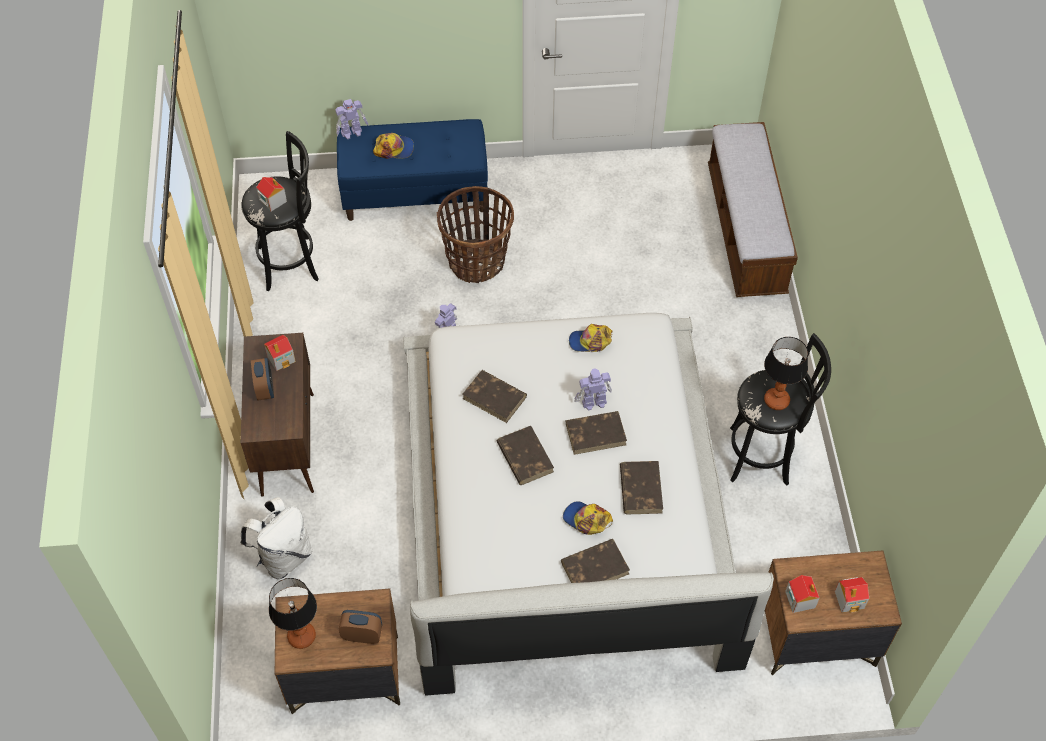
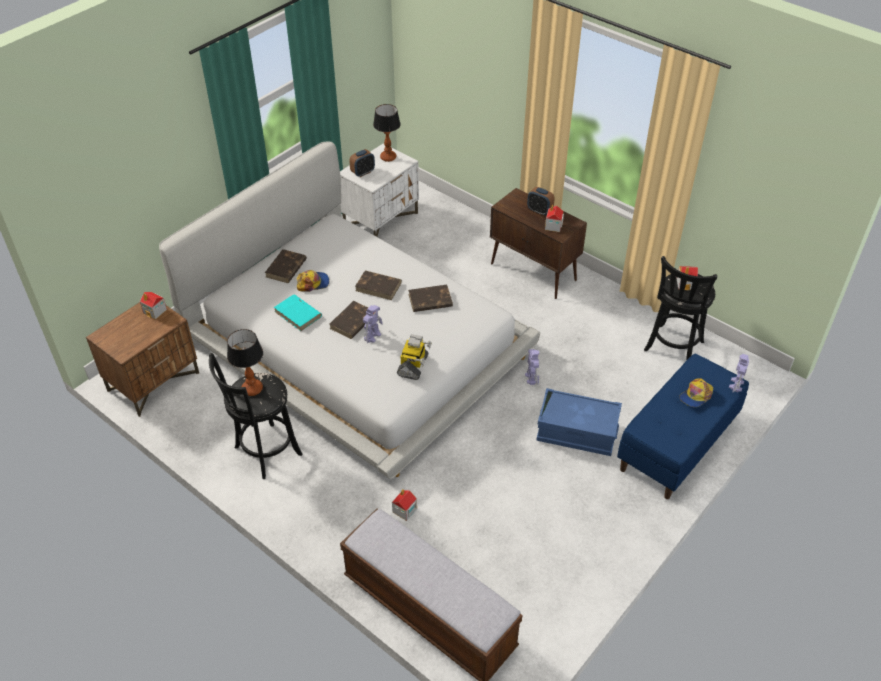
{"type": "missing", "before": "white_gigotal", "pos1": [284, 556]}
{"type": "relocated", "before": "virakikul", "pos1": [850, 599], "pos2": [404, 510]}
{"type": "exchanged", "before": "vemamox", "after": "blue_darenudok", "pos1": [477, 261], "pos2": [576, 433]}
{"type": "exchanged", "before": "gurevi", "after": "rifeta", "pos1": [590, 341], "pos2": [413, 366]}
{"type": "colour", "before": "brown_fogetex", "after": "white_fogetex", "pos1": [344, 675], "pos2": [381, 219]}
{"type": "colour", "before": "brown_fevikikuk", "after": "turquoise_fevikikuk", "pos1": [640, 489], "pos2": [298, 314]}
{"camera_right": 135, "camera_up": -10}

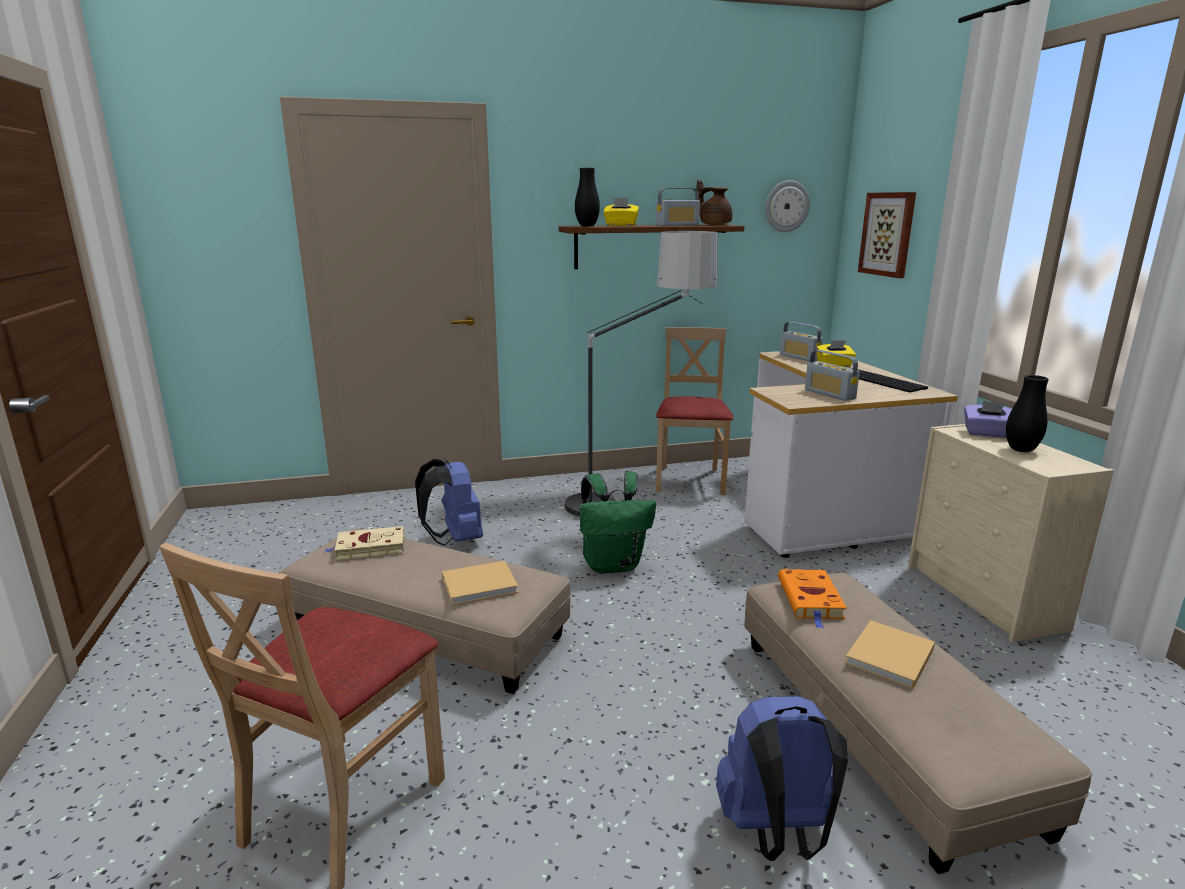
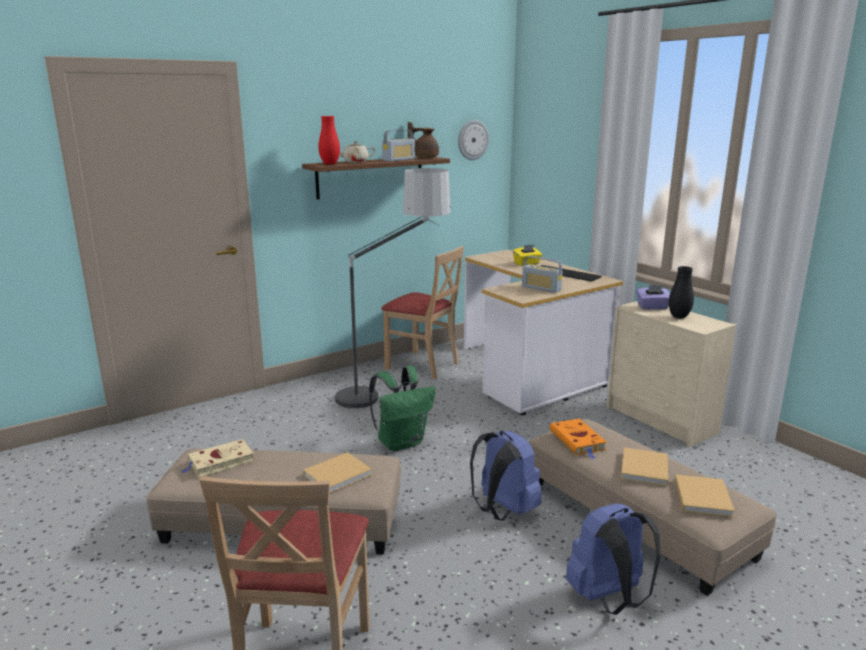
{"type": "missing", "before": "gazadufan", "pos1": [799, 357]}
{"type": "missing", "before": "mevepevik", "pos1": [888, 234]}
{"type": "appeared", "after": "beige_fevikikuk", "pos2": [702, 496]}
{"type": "relocated", "before": "blue_gigotal", "pos1": [455, 539], "pos2": [503, 510]}
{"type": "exchanged", "before": "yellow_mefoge", "after": "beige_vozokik", "pos1": [621, 225], "pos2": [355, 162]}
{"type": "colour", "before": "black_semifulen", "after": "red_semifulen", "pos1": [587, 226], "pos2": [330, 164]}
{"type": "spun", "before": "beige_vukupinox", "pos1": [690, 480], "pos2": [422, 365], "turn": 135}
{"camera_right": -20, "camera_up": 0}

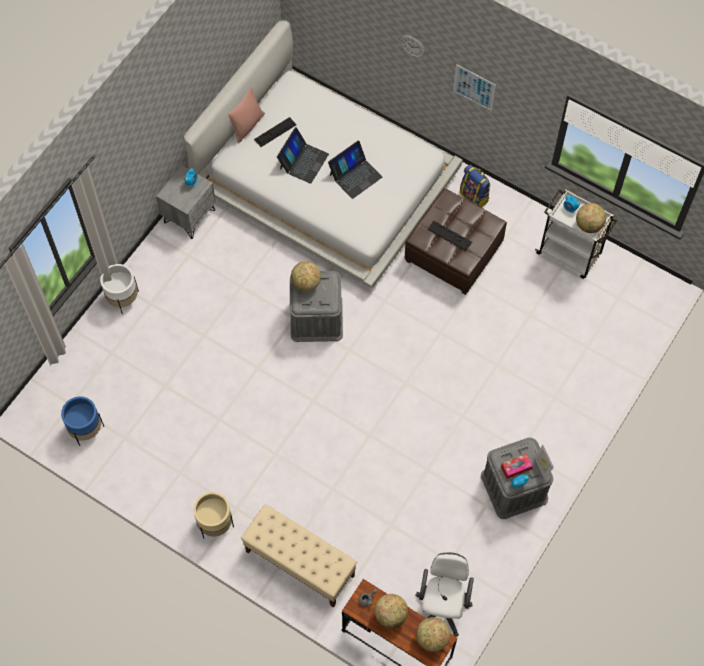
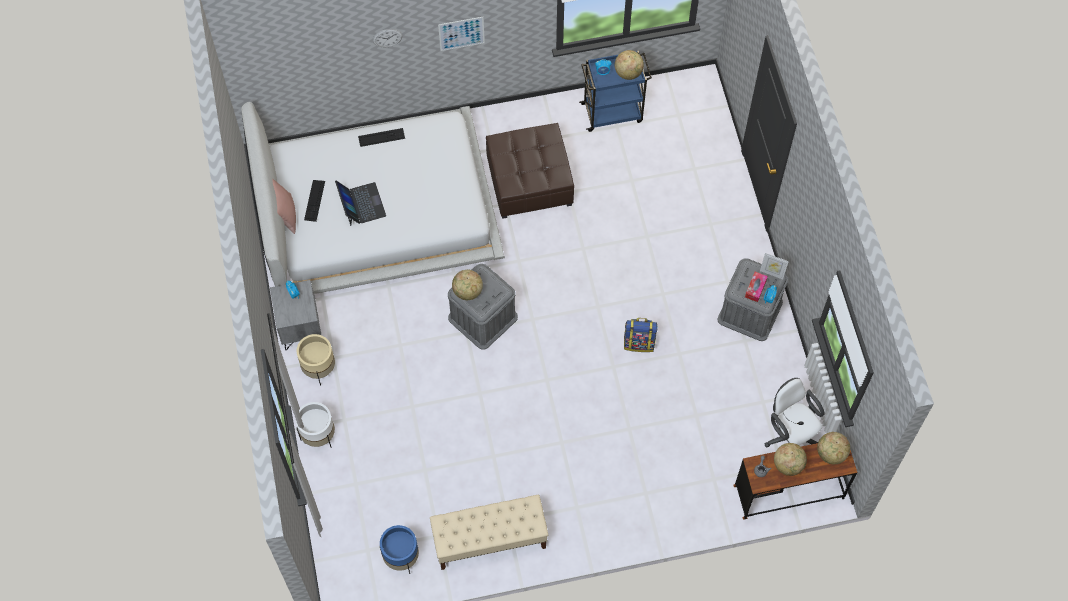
{"type": "missing", "before": "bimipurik", "pos1": [355, 175]}
{"type": "relocated", "before": "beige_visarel", "pos1": [215, 524], "pos2": [319, 368]}
{"type": "relocated", "before": "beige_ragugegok", "pos1": [299, 563], "pos2": [489, 540]}
{"type": "relocated", "before": "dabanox", "pos1": [449, 236], "pos2": [381, 137]}
{"type": "relocated", "before": "gigotal", "pos1": [474, 196], "pos2": [639, 342]}
{"type": "colour", "before": "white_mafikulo", "after": "blue_mafikulo", "pos1": [570, 254], "pos2": [613, 112]}
{"camera_right": -45, "camera_up": 0}

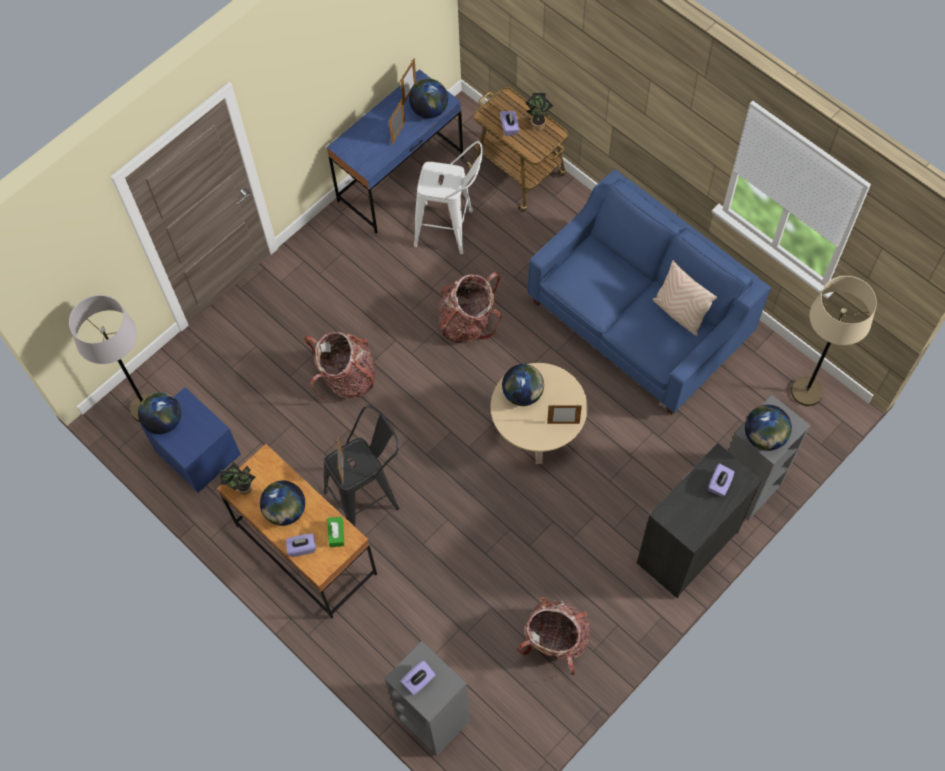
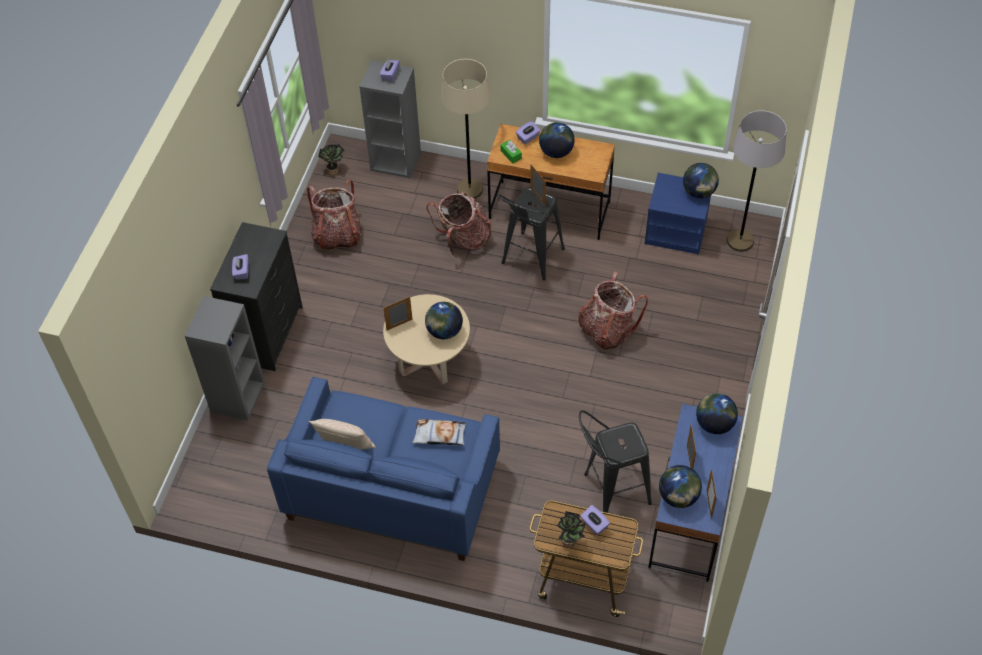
{"type": "appeared", "after": "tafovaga", "pos2": [439, 435]}
{"type": "relocated", "before": "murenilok", "pos1": [243, 489], "pos2": [334, 170]}
{"type": "relocated", "before": "gigotal", "pos1": [468, 322], "pos2": [463, 239]}
{"type": "relocated", "before": "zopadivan", "pos1": [764, 437], "pos2": [714, 424]}
{"type": "relocated", "before": "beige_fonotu", "pos1": [806, 392], "pos2": [469, 189]}
{"type": "colour", "before": "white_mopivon", "after": "black_mopivon", "pos1": [451, 230], "pos2": [610, 491]}
{"camera_right": 150, "camera_up": -10}

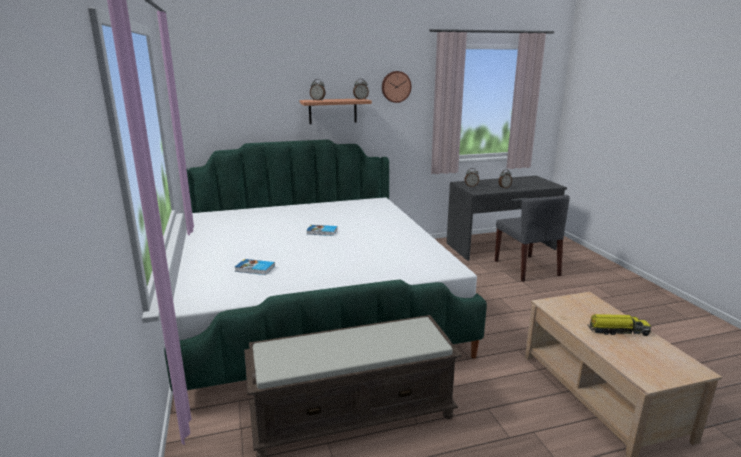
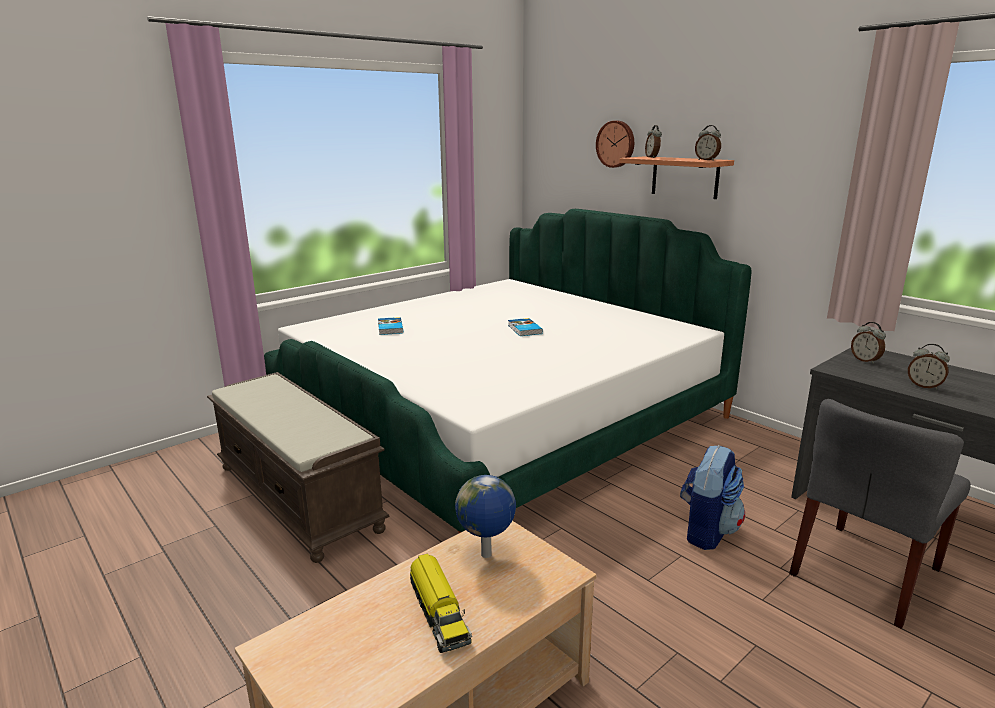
{"type": "appeared", "after": "zopadivan", "pos2": [487, 555]}
{"type": "appeared", "after": "gigotal", "pos2": [707, 531]}
{"type": "relocated", "before": "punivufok", "pos1": [396, 86], "pos2": [616, 144]}
{"camera_right": 65, "camera_up": 0}

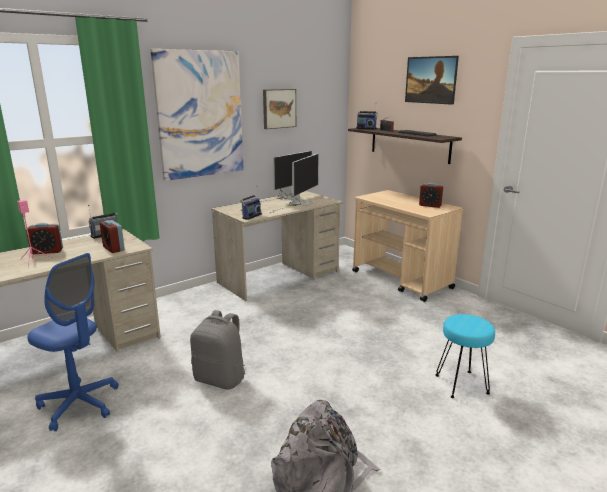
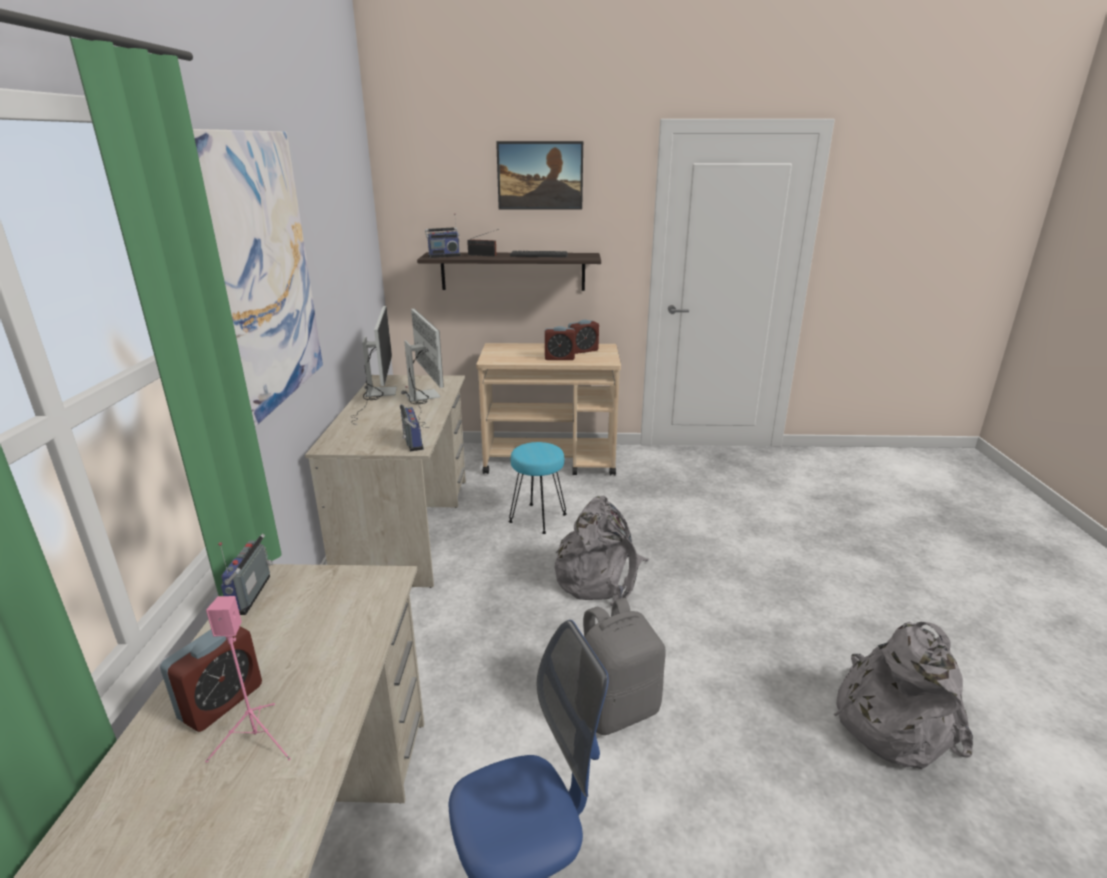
{"type": "missing", "before": "mevepevik", "pos1": [278, 108]}
{"type": "appeared", "after": "grey_gigotal", "pos2": [600, 577]}
{"type": "relocated", "before": "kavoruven", "pos1": [113, 249], "pos2": [559, 358]}
{"type": "relocated", "before": "turquoise_mopivon", "pos1": [461, 385], "pos2": [538, 519]}
{"camera_right": -50, "camera_up": 5}

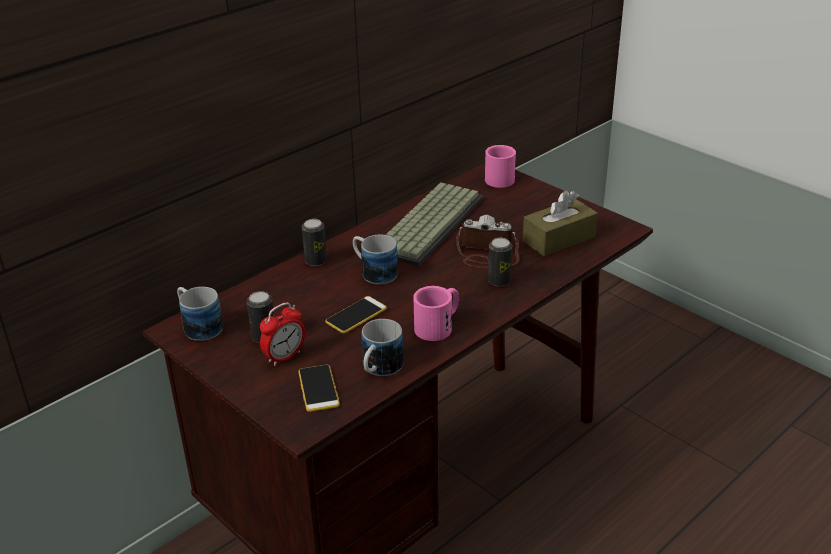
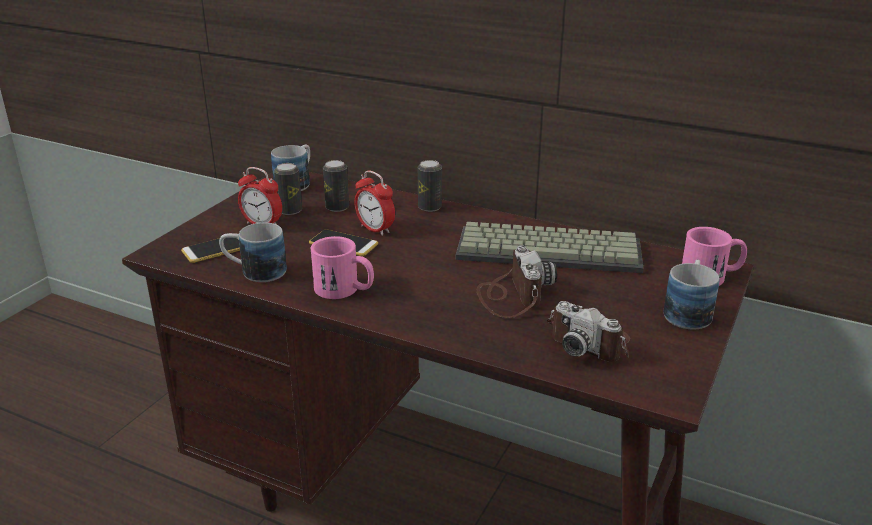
{"type": "appeared", "after": "kavoruven", "pos2": [375, 229]}
{"type": "relocated", "before": "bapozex", "pos1": [373, 272], "pos2": [688, 311]}
{"type": "relocated", "before": "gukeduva", "pos1": [499, 281], "pos2": [337, 207]}
{"type": "exchanged", "before": "brown_mefoge", "after": "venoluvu", "pos1": [559, 239], "pos2": [590, 342]}
{"camera_right": 70, "camera_up": -5}

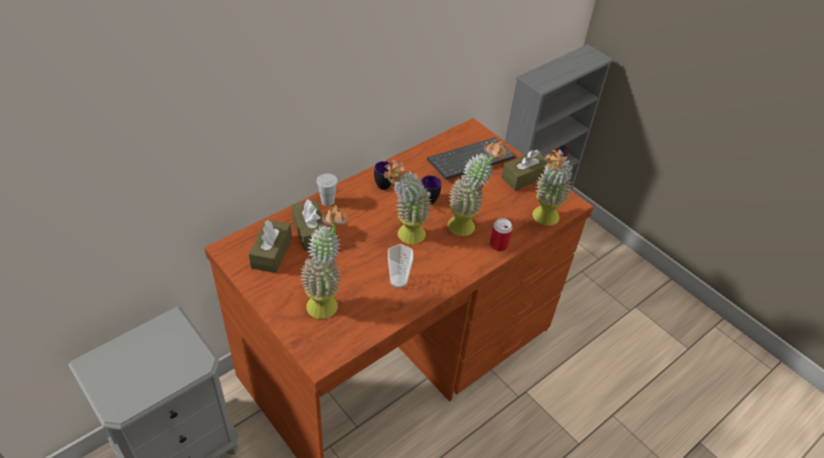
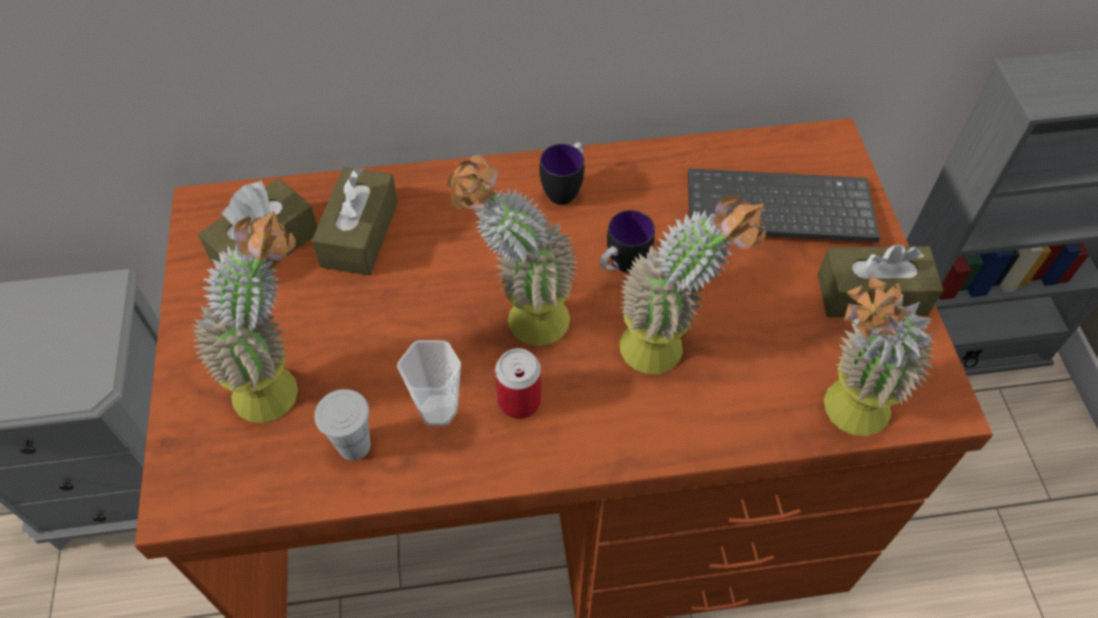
{"type": "relocated", "before": "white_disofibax", "pos1": [327, 201], "pos2": [354, 445]}
{"type": "relocated", "before": "gukeduva", "pos1": [498, 245], "pos2": [519, 401]}
{"camera_right": 35, "camera_up": 10}

